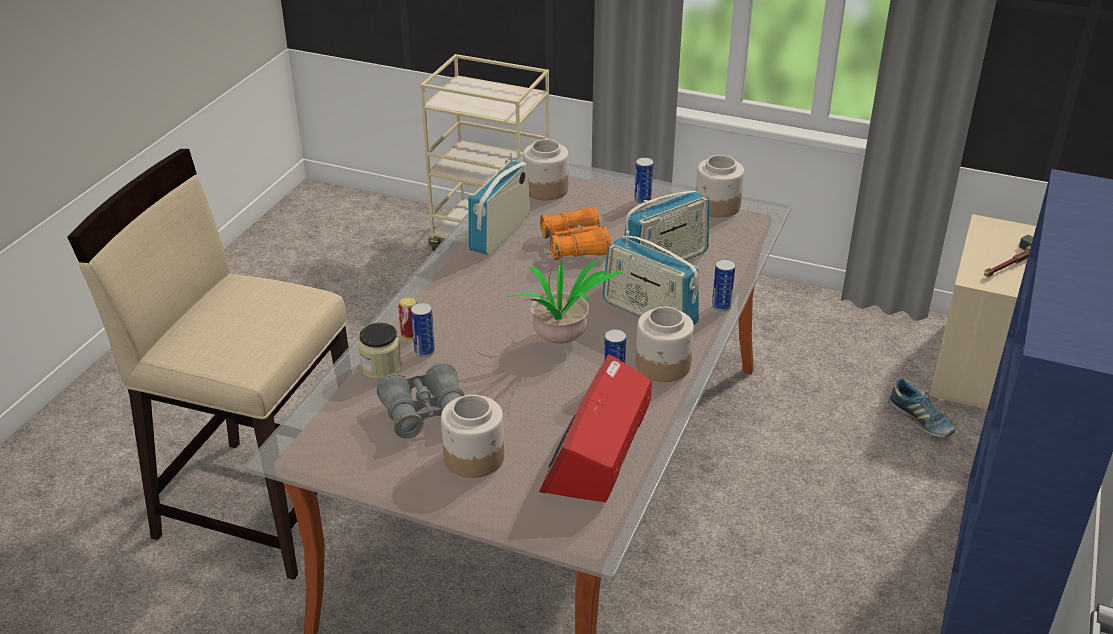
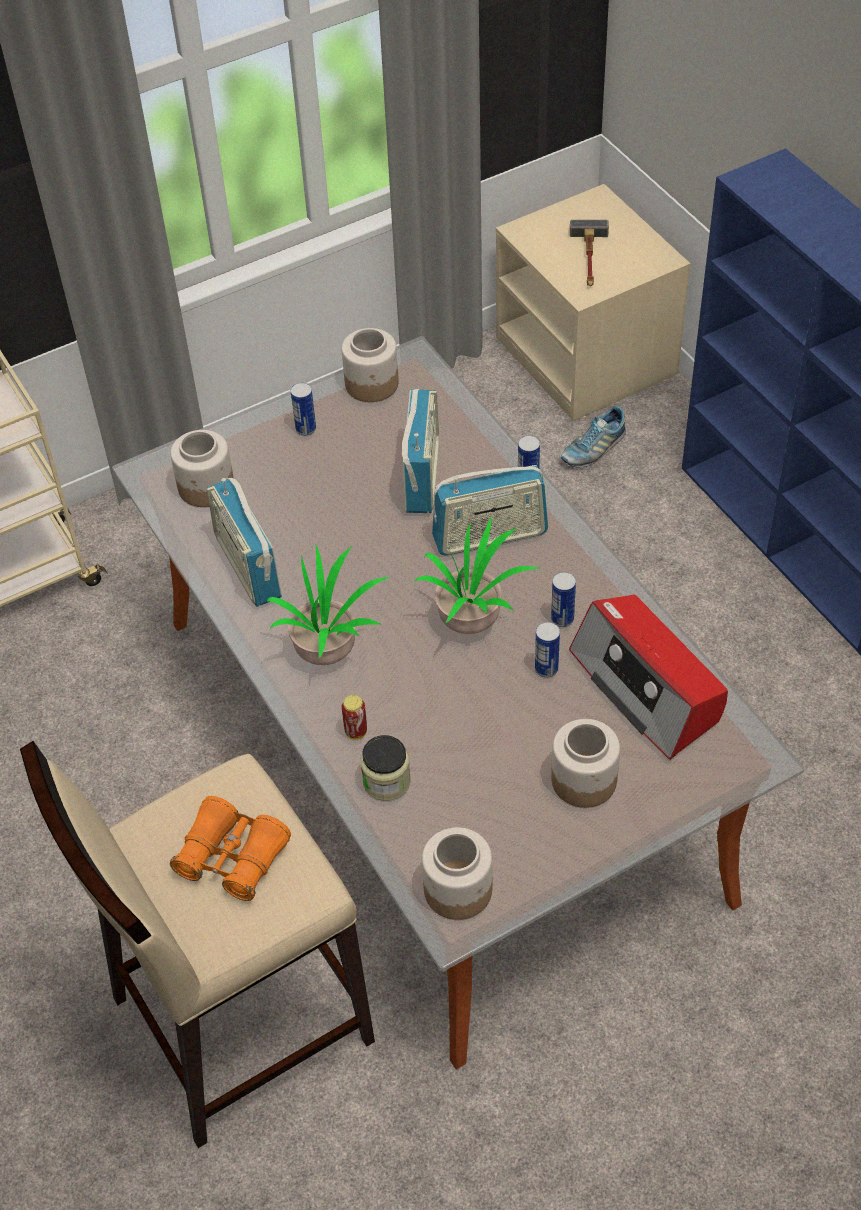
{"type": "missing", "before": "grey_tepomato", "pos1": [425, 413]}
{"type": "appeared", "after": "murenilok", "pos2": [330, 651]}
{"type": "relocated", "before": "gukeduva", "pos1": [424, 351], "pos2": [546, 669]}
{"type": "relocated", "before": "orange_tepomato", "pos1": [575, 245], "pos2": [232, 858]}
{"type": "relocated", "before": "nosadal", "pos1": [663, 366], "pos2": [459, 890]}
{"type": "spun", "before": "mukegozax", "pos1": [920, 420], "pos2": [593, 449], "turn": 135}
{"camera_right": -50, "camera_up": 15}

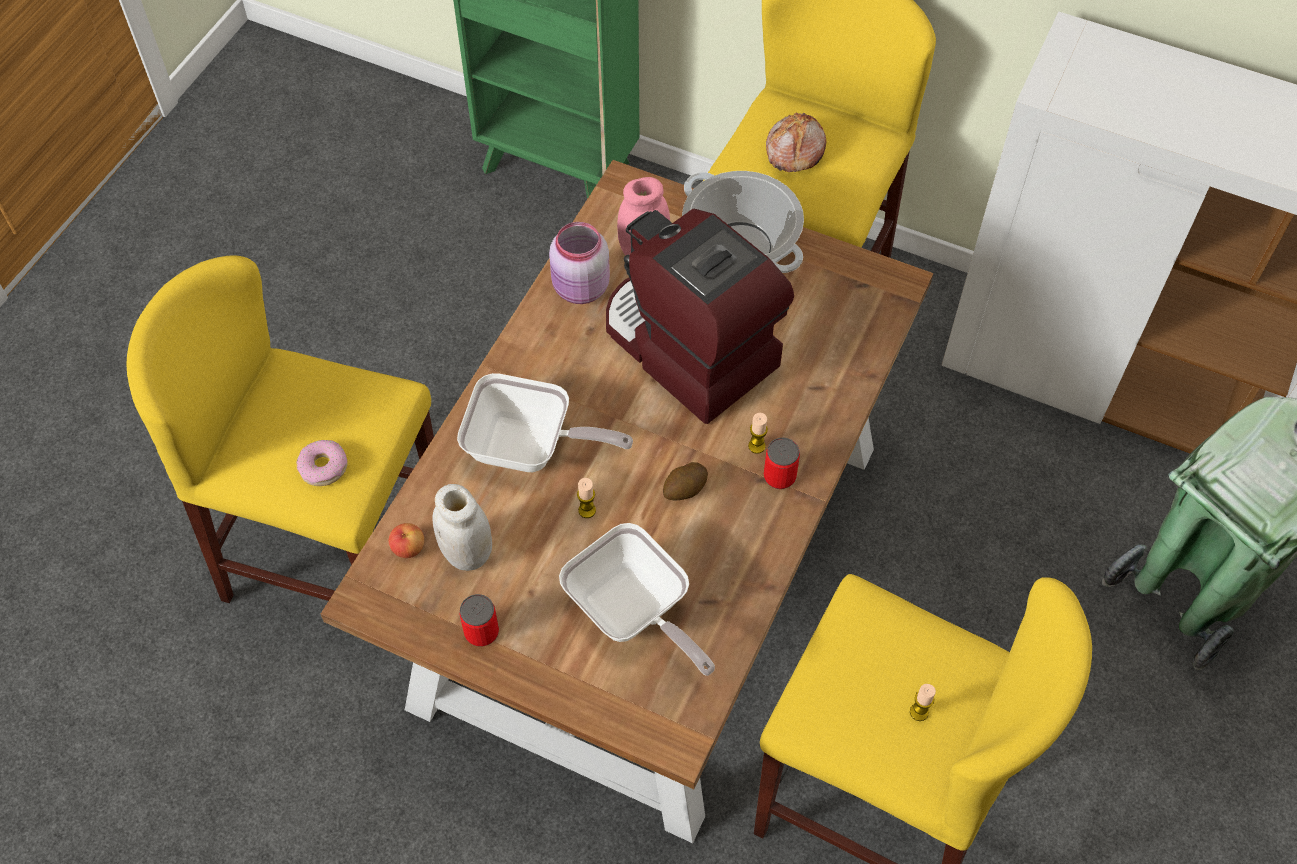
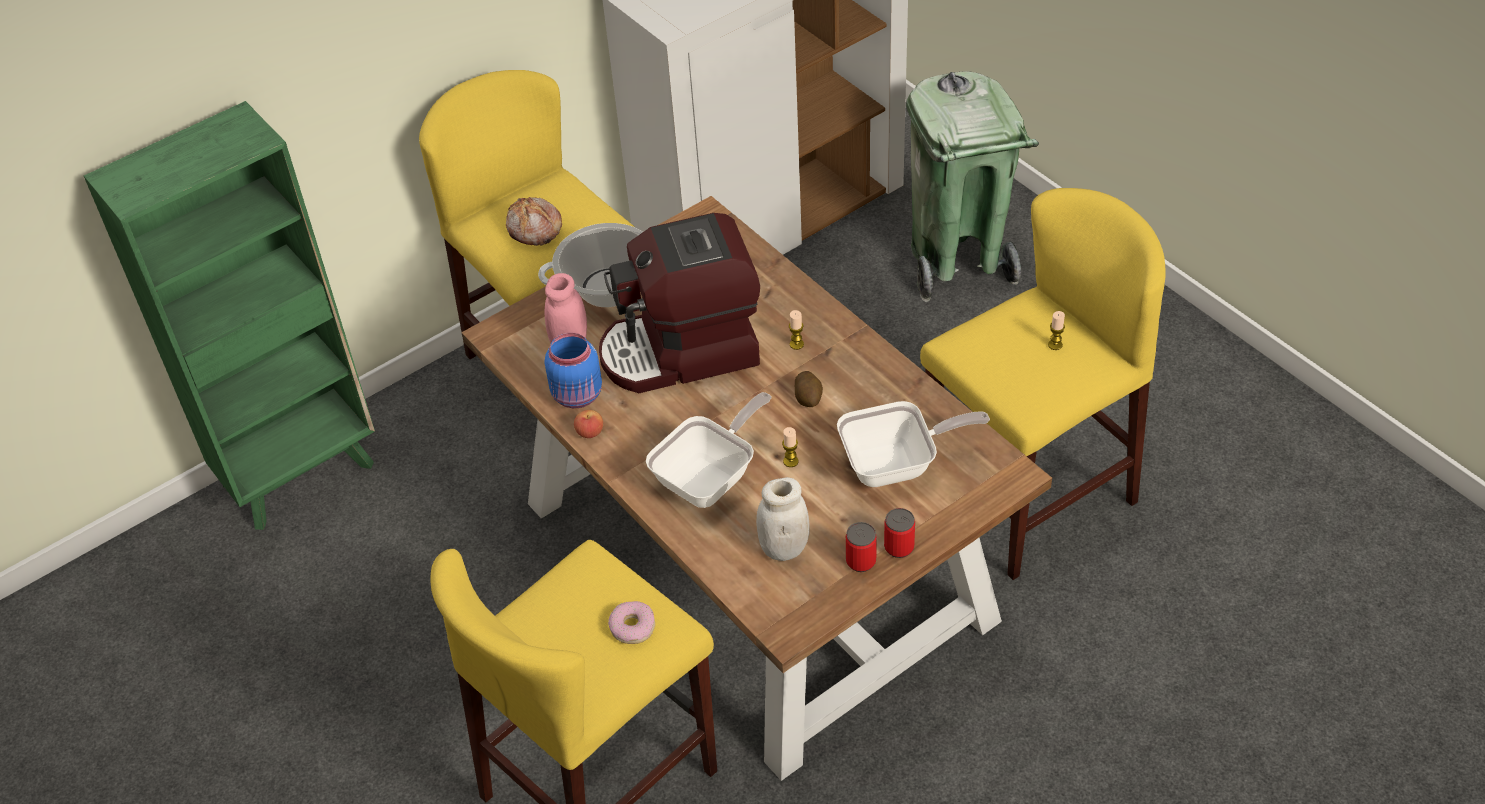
{"type": "relocated", "before": "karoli", "pos1": [408, 548], "pos2": [590, 432]}
{"type": "relocated", "before": "gukeduva", "pos1": [779, 476], "pos2": [899, 547]}
{"type": "colour", "before": "pink_nosadal", "after": "blue_nosadal", "pos1": [580, 289], "pos2": [578, 396]}
{"camera_right": -60, "camera_up": -10}

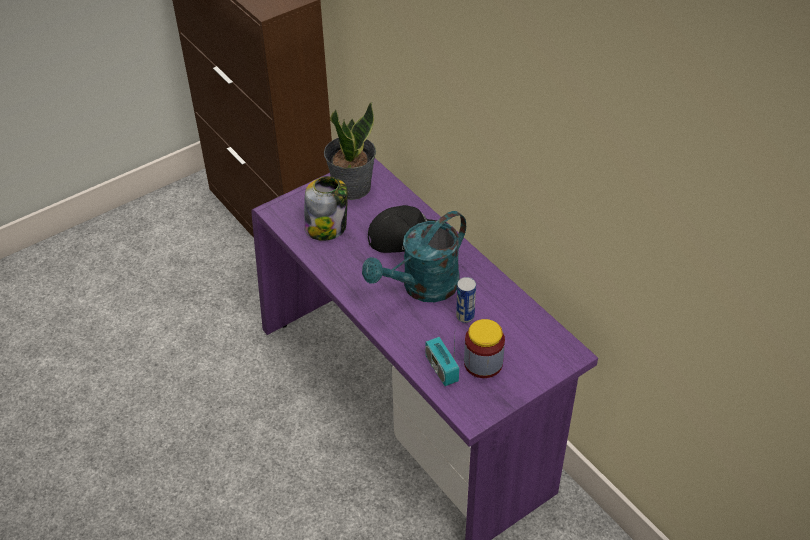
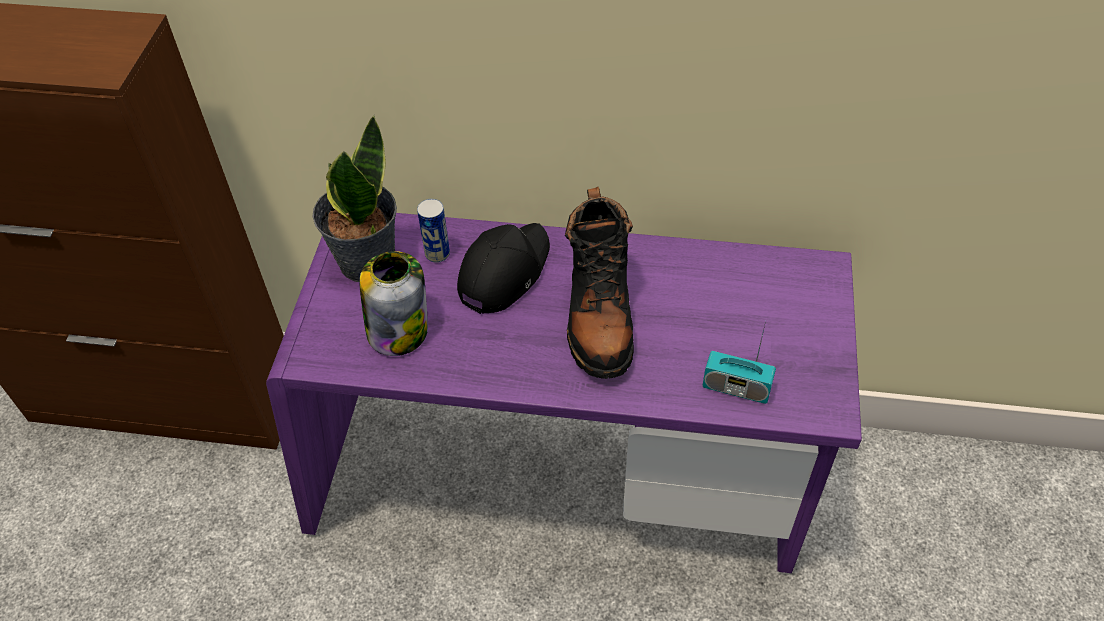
{"type": "missing", "before": "nosadal", "pos1": [483, 363]}
{"type": "relocated", "before": "gukeduva", "pos1": [465, 316], "pos2": [437, 254]}
{"type": "exchanged", "before": "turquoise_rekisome", "after": "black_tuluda", "pos1": [422, 288], "pos2": [599, 315]}
{"camera_right": -45, "camera_up": 5}

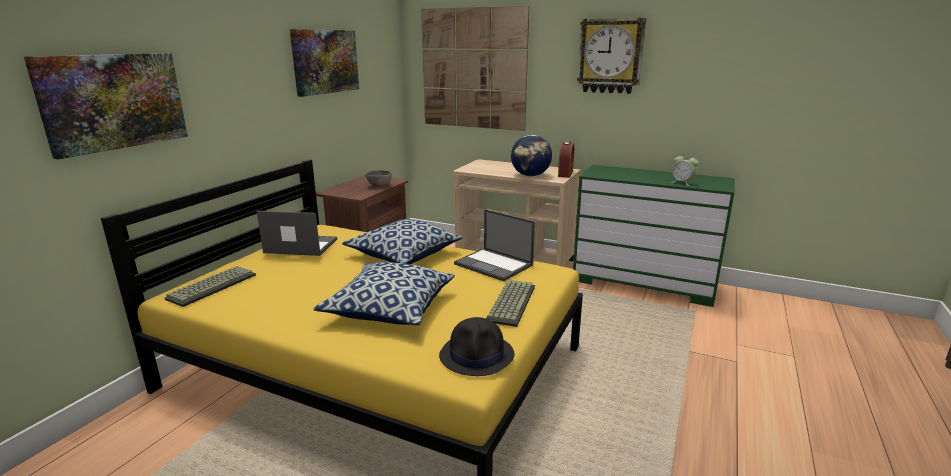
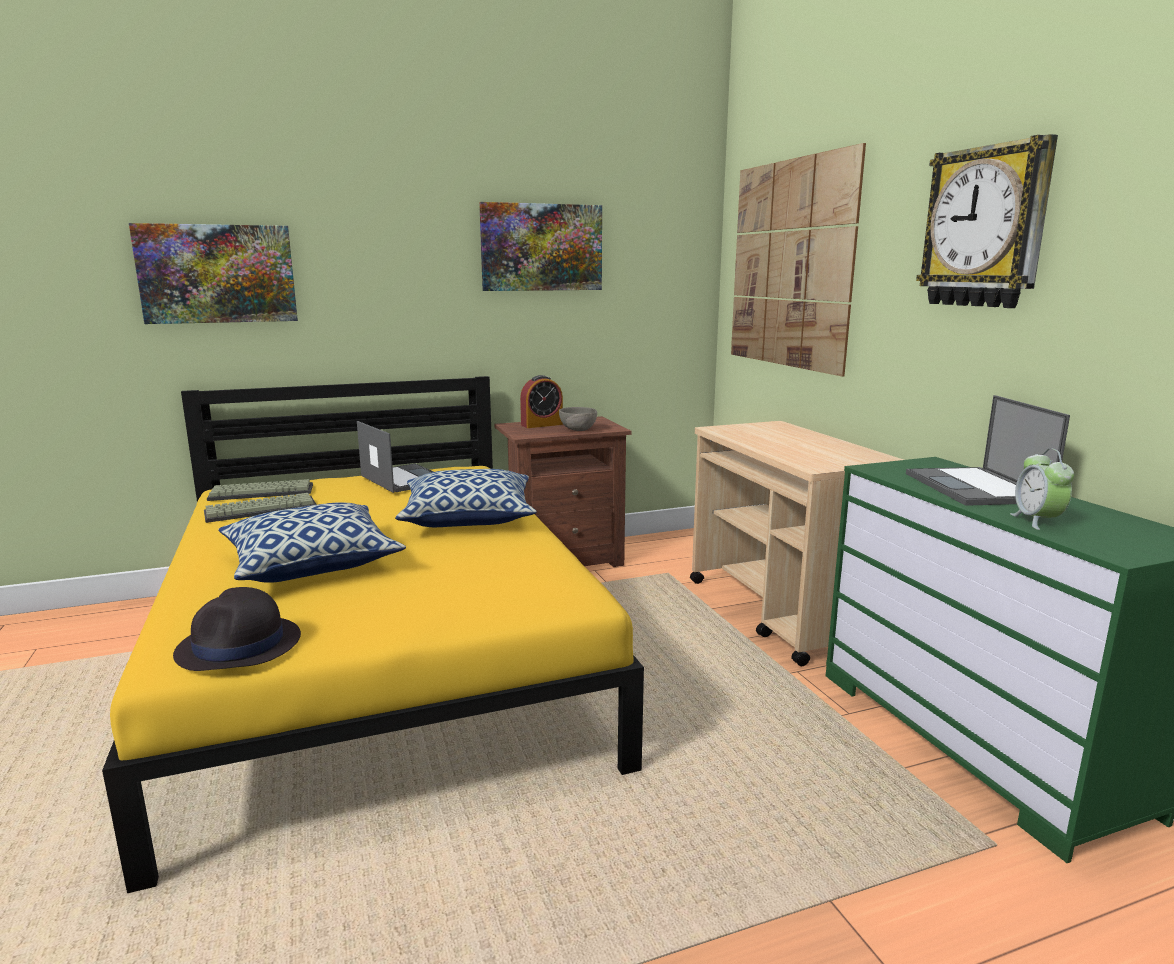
{"type": "missing", "before": "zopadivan", "pos1": [530, 175]}
{"type": "relocated", "before": "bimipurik", "pos1": [494, 265], "pos2": [977, 488]}
{"type": "relocated", "before": "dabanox", "pos1": [510, 302], "pos2": [262, 509]}
{"type": "relocated", "before": "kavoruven", "pos1": [565, 174], "pos2": [542, 424]}
{"camera_right": 45, "camera_up": -5}

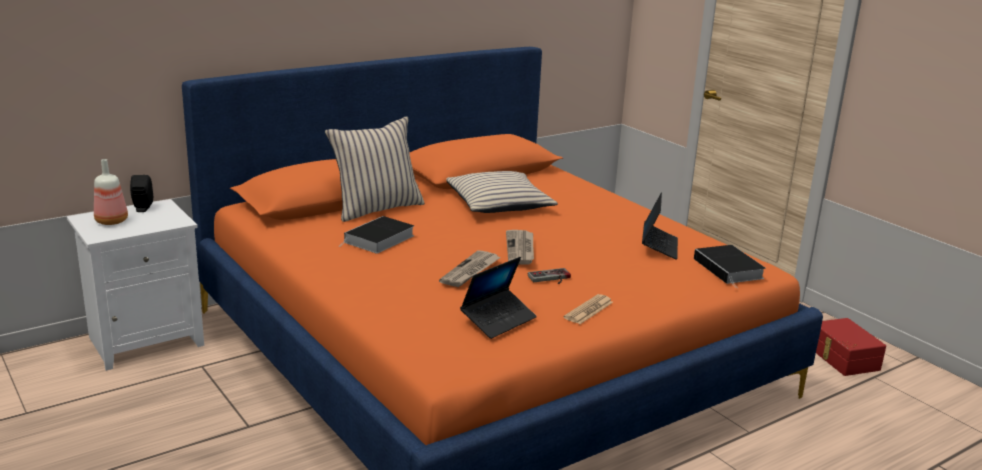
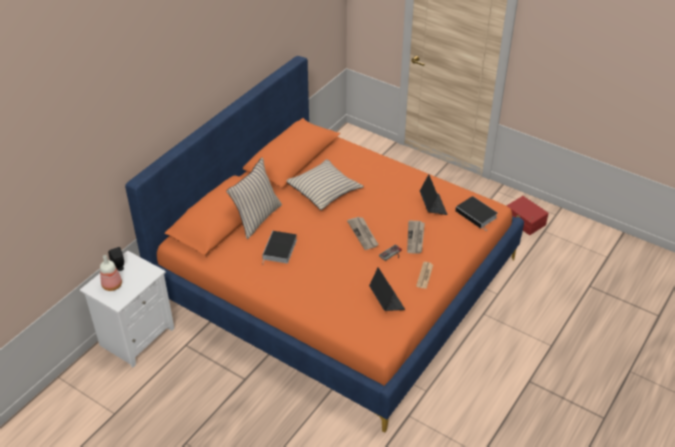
{"type": "relocated", "before": "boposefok", "pos1": [470, 271], "pos2": [415, 238]}
{"type": "spun", "before": "bimipurik", "pos1": [498, 320], "pos2": [386, 300], "turn": -45}
{"camera_right": -20, "camera_up": 20}

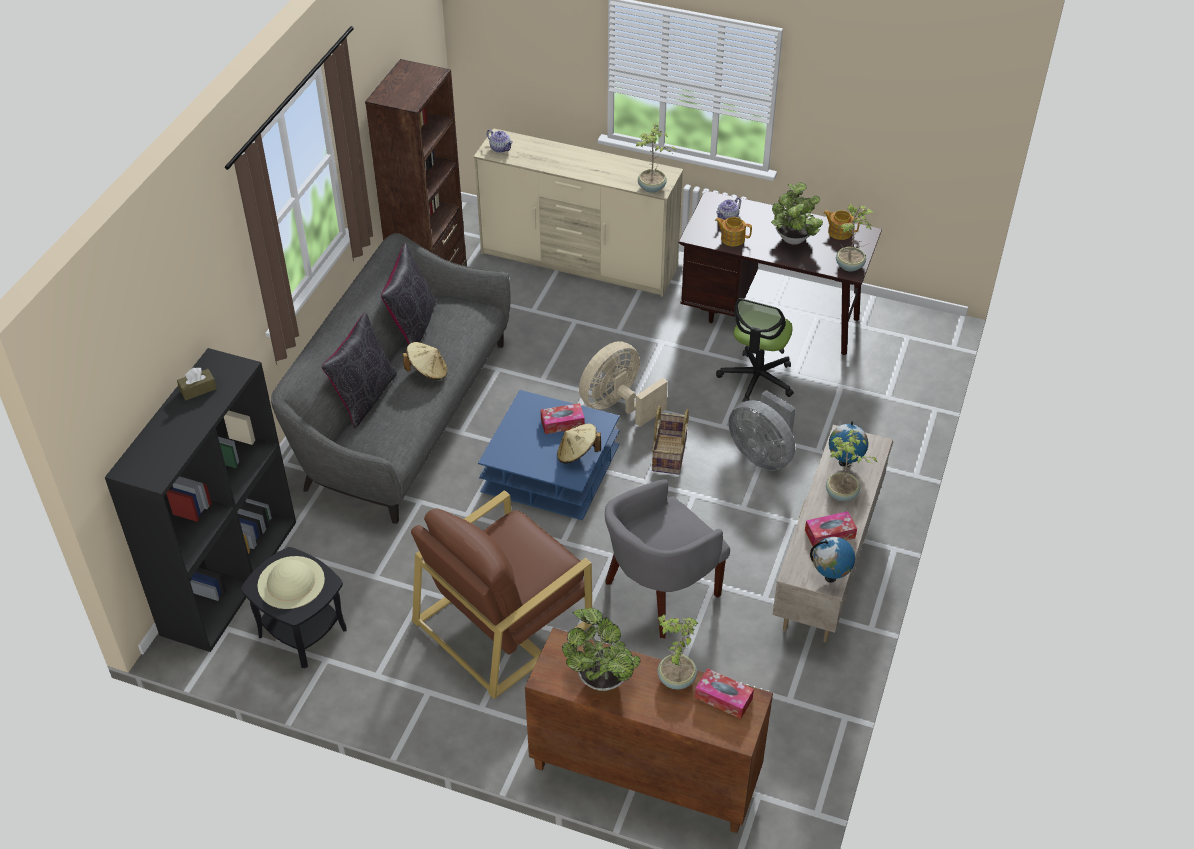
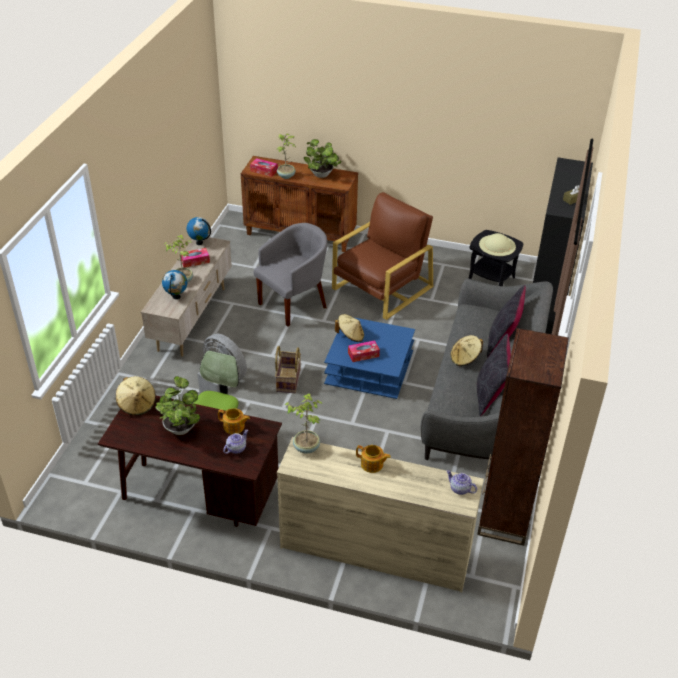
{"type": "missing", "before": "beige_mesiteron", "pos1": [618, 405]}
{"type": "relocated", "before": "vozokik", "pos1": [839, 232], "pos2": [372, 464]}
{"type": "exchanged", "before": "murenilok", "after": "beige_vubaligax", "pos1": [850, 266], "pos2": [137, 404]}
{"camera_right": 175, "camera_up": -5}

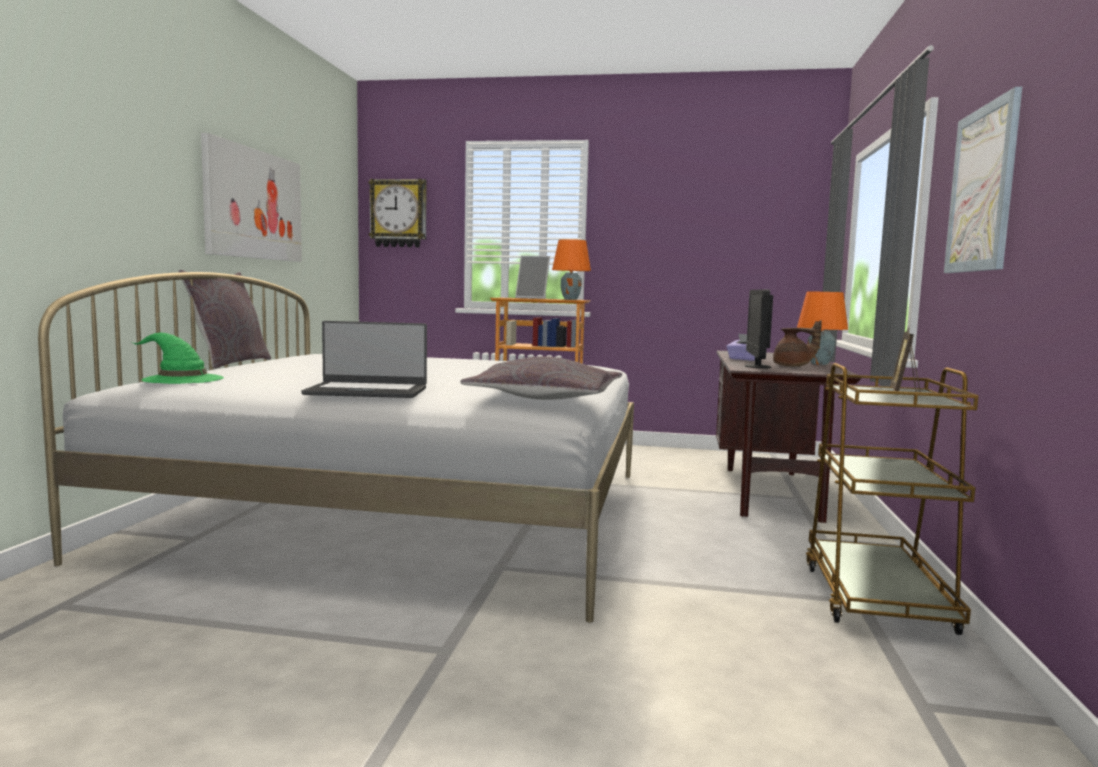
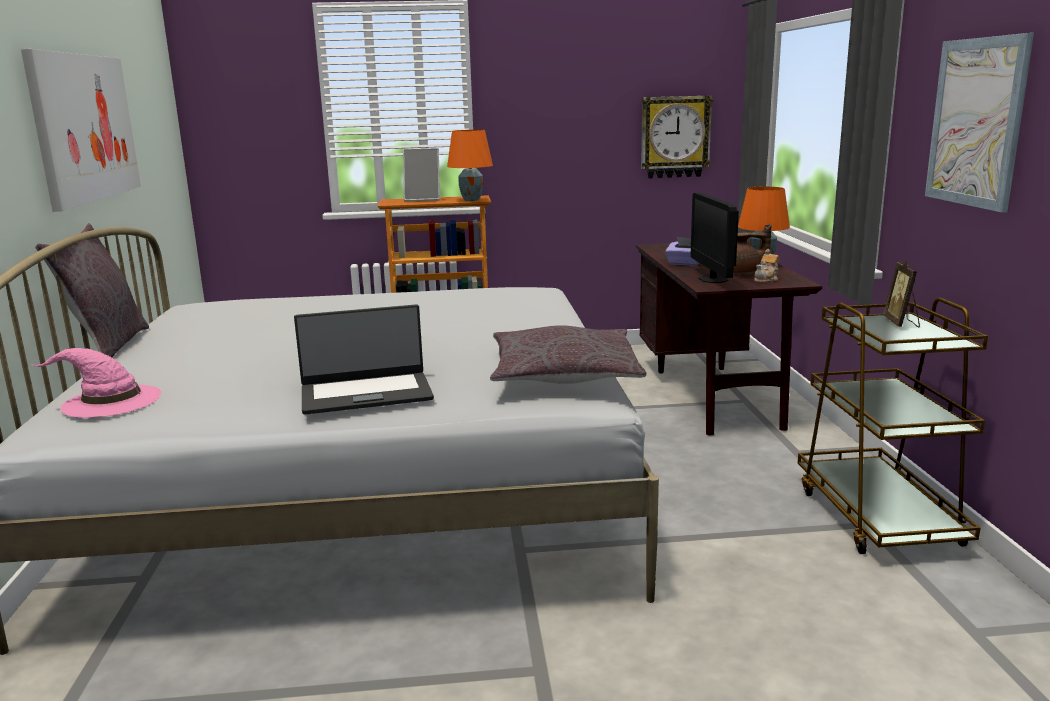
{"type": "appeared", "after": "vozokik", "pos2": [766, 279]}
{"type": "relocated", "before": "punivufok", "pos1": [399, 213], "pos2": [675, 137]}
{"type": "colour", "before": "green_vubaligax", "after": "pink_vubaligax", "pos1": [182, 379], "pos2": [110, 401]}
{"camera_right": -15, "camera_up": 10}

